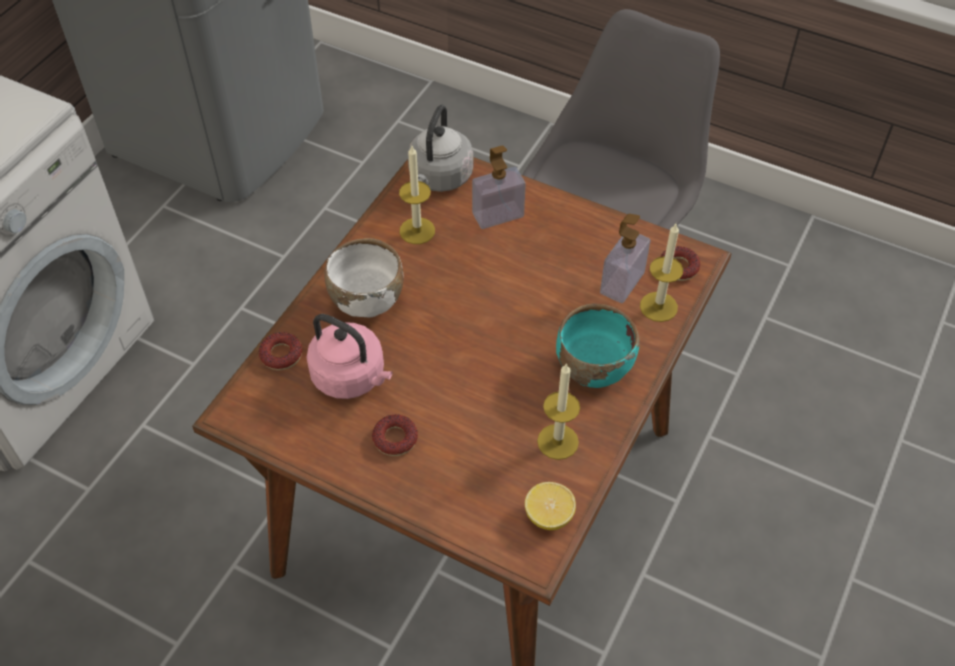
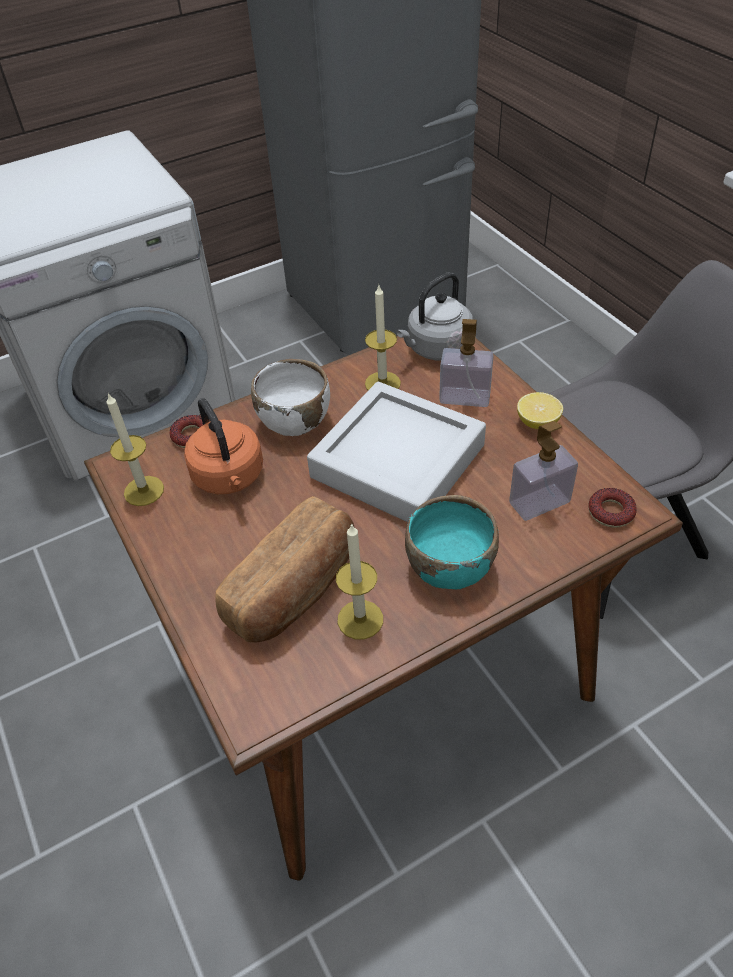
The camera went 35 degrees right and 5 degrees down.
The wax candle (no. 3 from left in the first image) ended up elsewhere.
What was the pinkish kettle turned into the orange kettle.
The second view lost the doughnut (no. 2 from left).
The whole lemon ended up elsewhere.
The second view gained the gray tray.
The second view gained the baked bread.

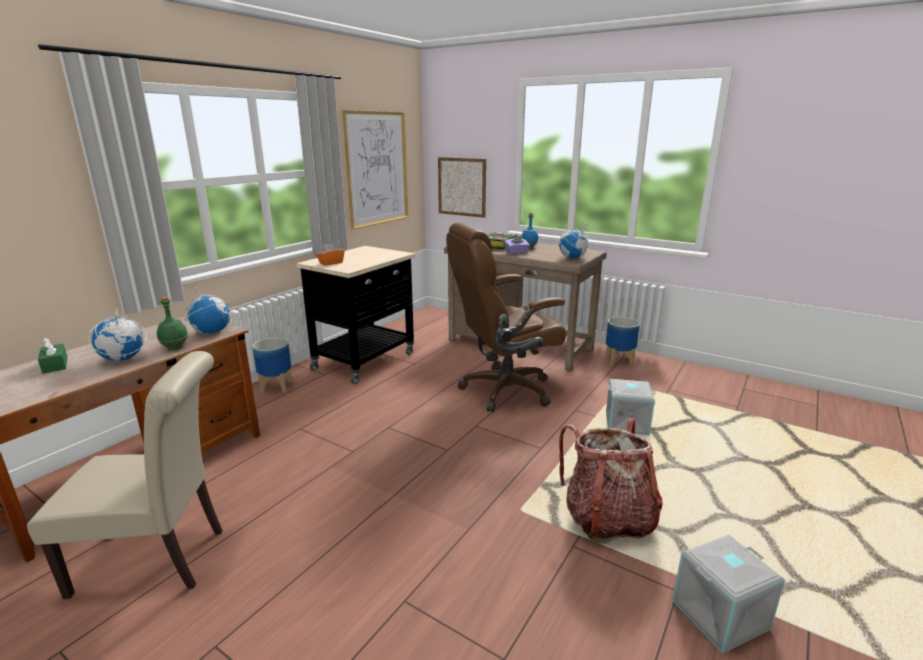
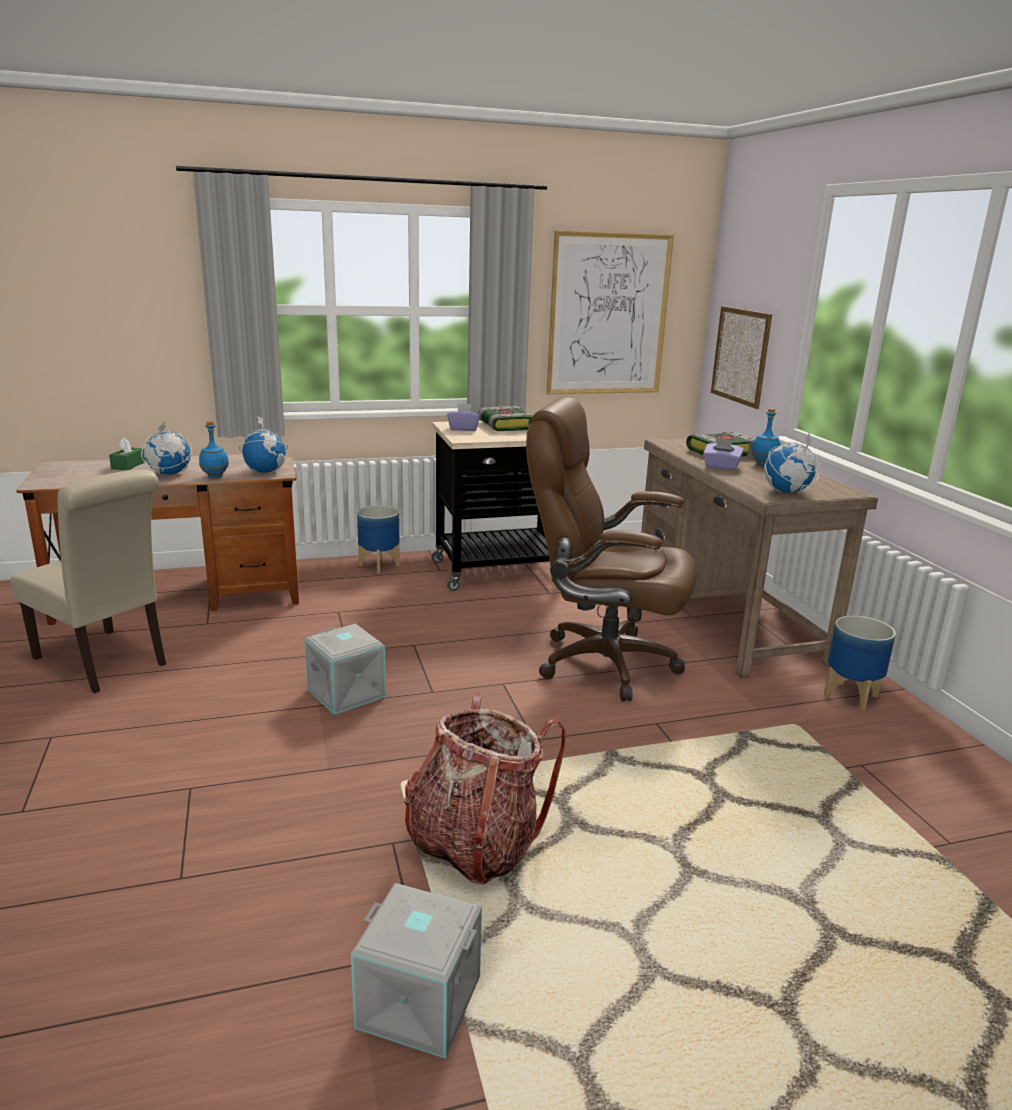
The camera went 40 degrees right and 0 degrees up.
What was the orange tissue holder turned into the purplish tissue holder (no. 1 from left).
What was the greenish bottle turned into the blue bottle (no. 1 from left).
The gray storage bin (no. 1 from left) ended up elsewhere.
The second view gained the volume (no. 1 from left).

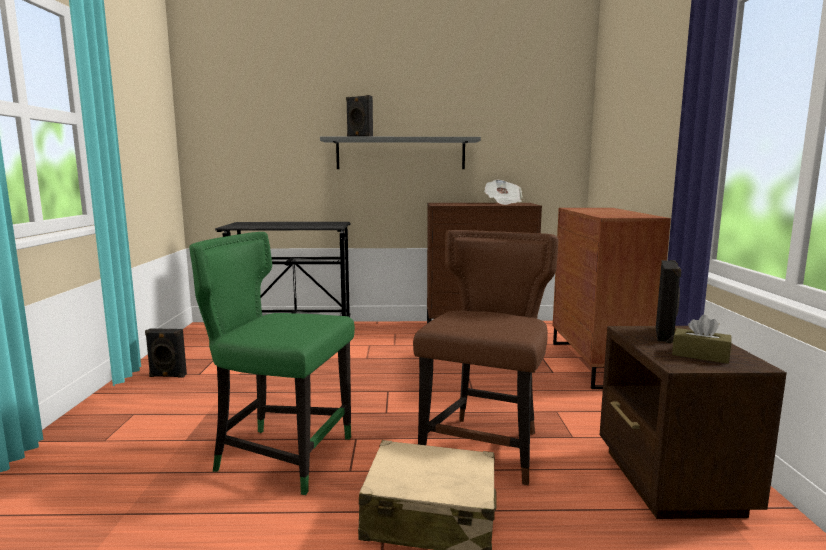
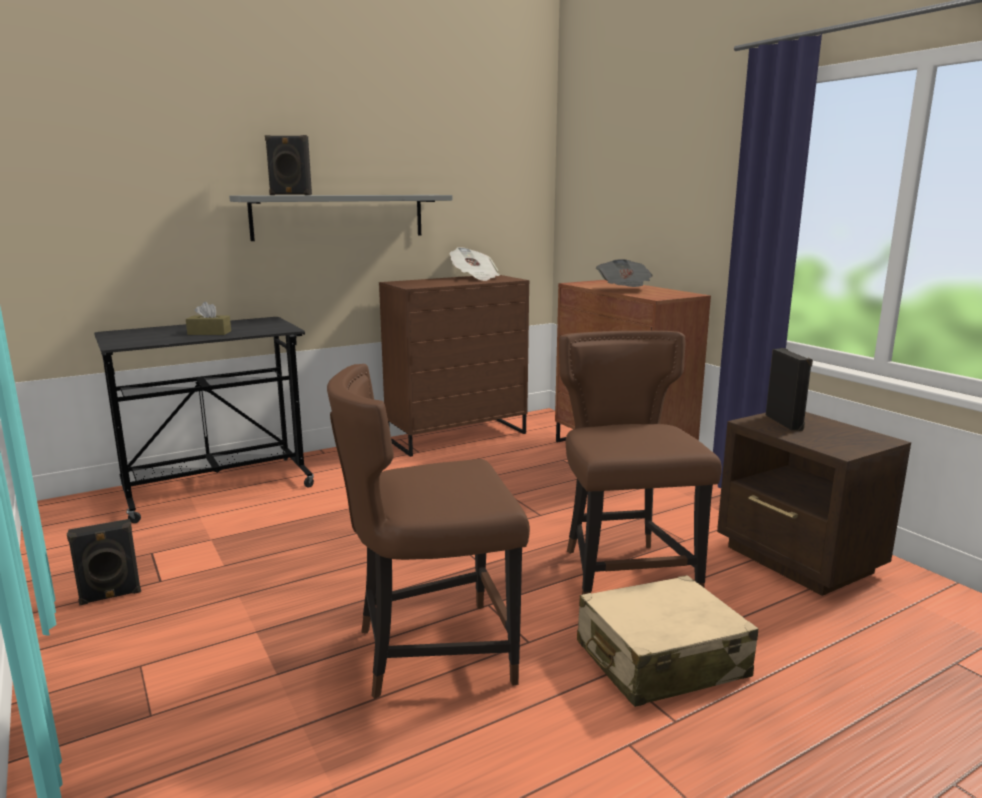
The camera went 30 degrees left and 5 degrees up.
What was the greenish upright chair turned into the brownish upright chair (no. 1 from left).
The brownish tissue holder ended up elsewhere.
The second view gained the daily paper (no. 2 from left).

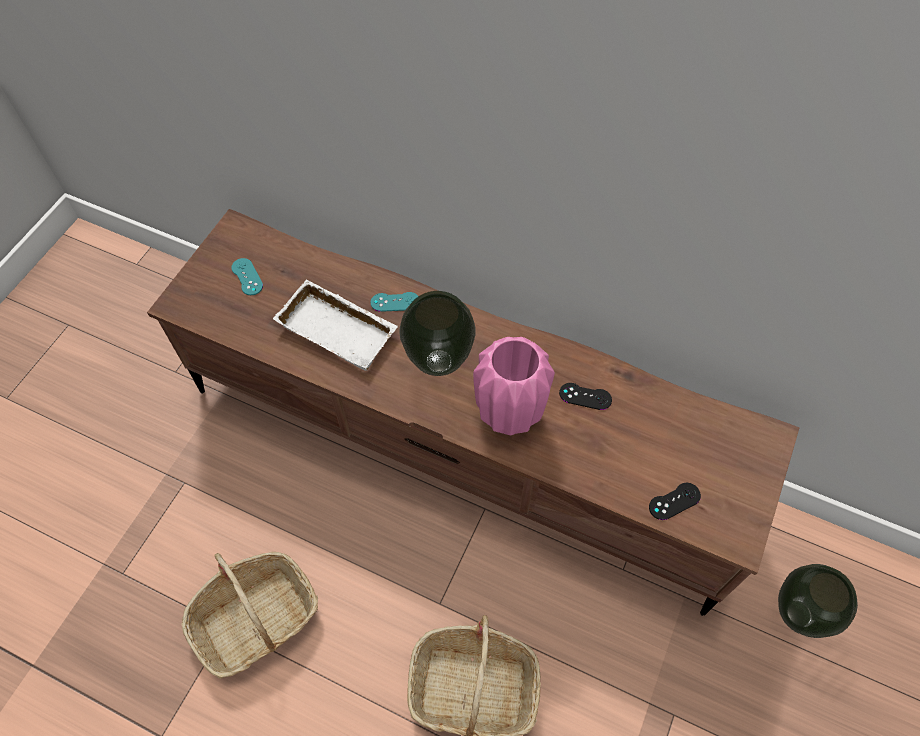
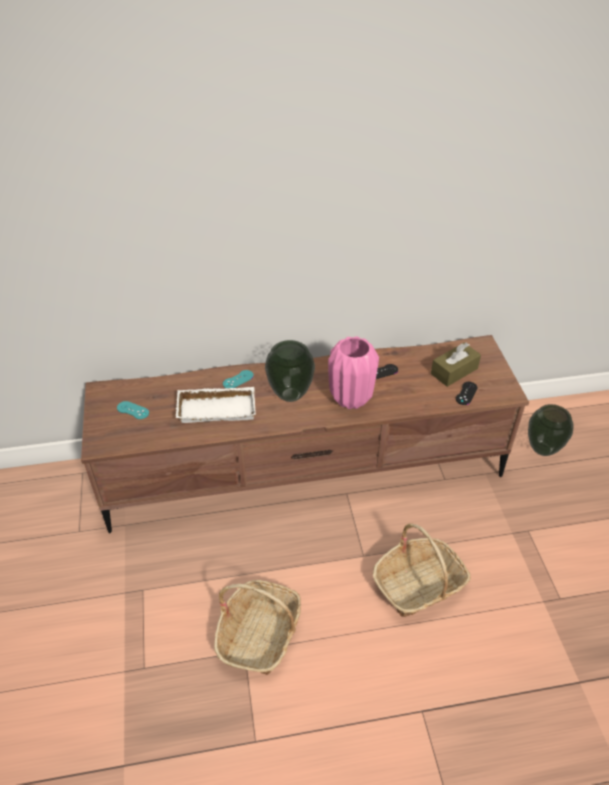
The camera went 35 degrees left and 15 degrees down.
The second view gained the brownish tissue holder.

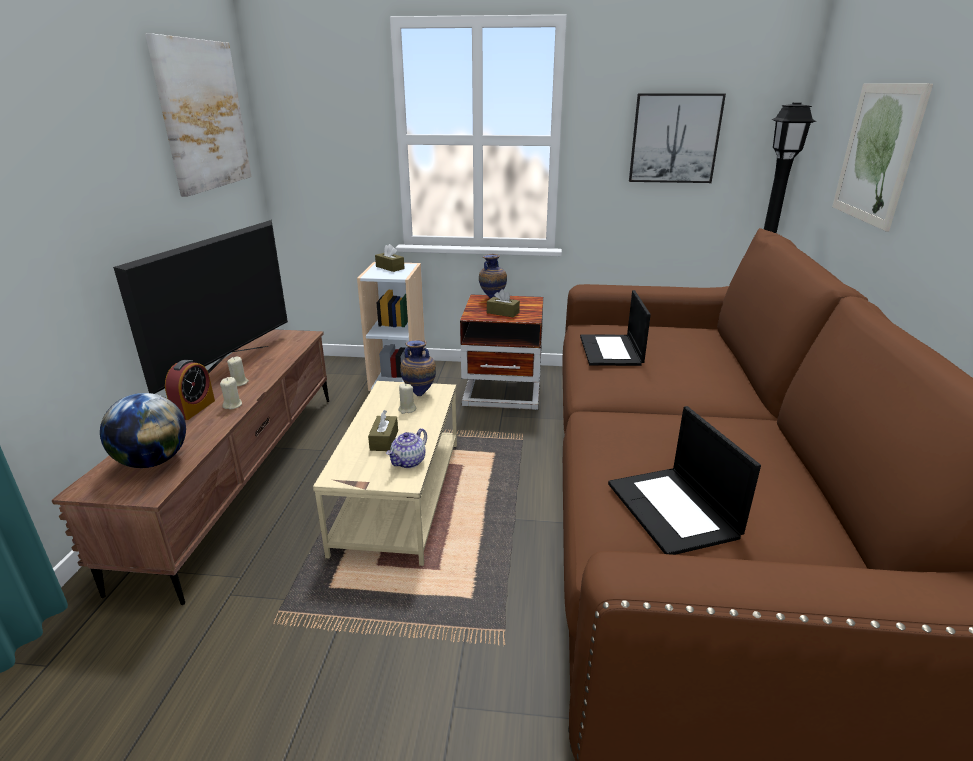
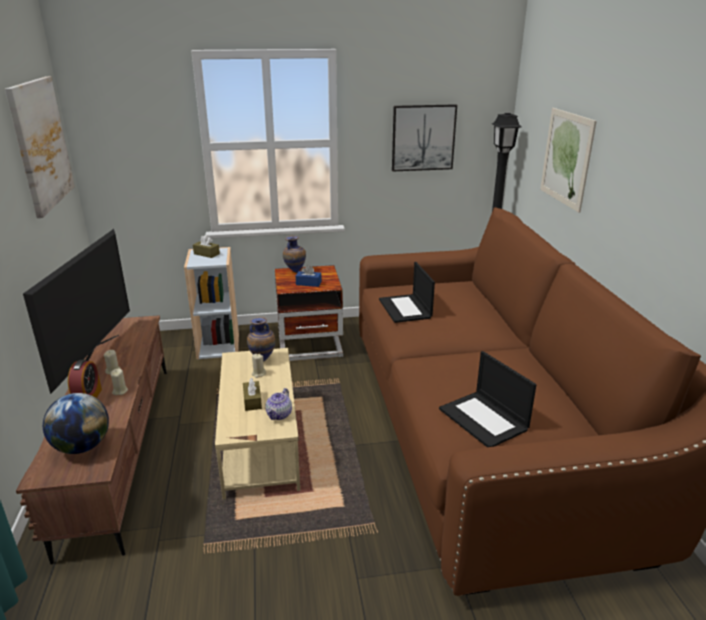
The camera went 15 degrees left and 0 degrees up.
What was the brownish tissue holder (no. 3 from left) turned into the blue tissue holder.

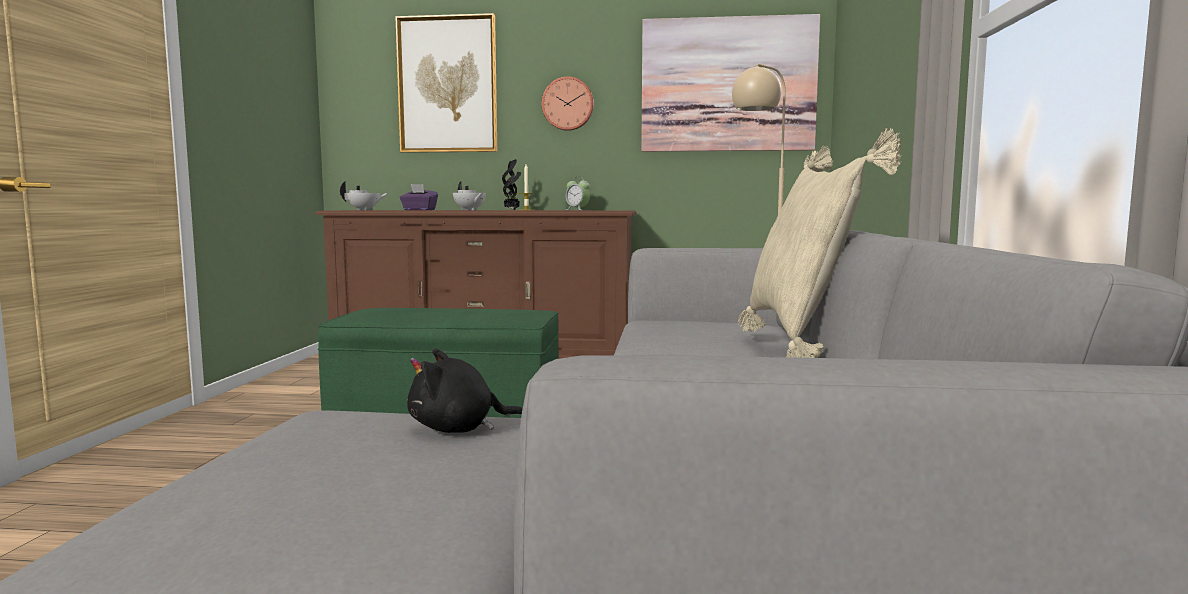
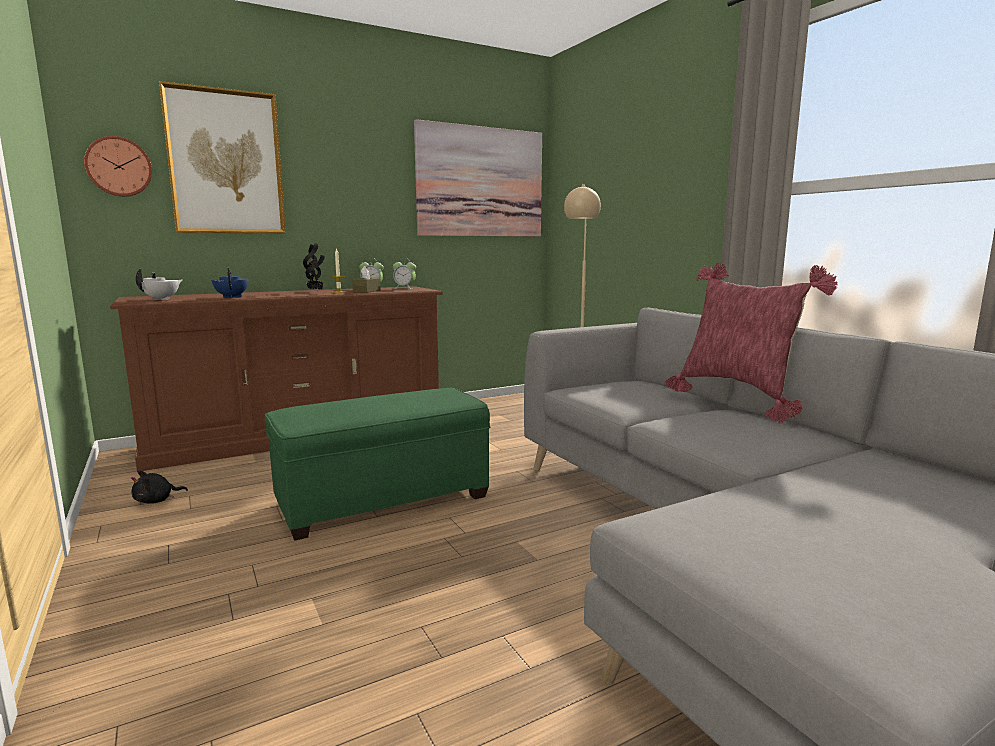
The camera went 35 degrees left and 5 degrees up.
The wall clock ended up elsewhere.
What was the beige pillow turned into the reddish pillow.
The second view lost the whitish tea pot (no. 2 from left).
Where the purplish tissue holder stood, the blue tea pot came to stand.
The blackish plush toy ended up elsewhere.
The second view gained the bedside clock (no. 2 from left).
The second view gained the brownish tissue holder.

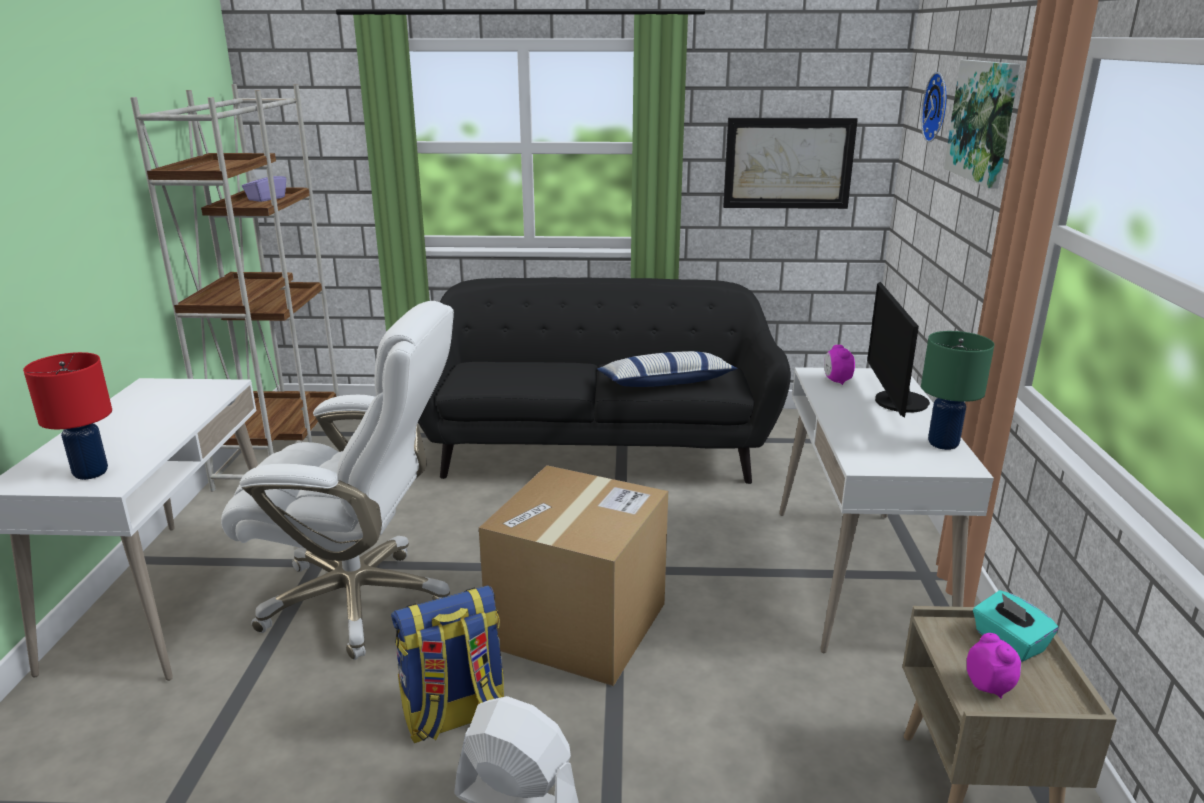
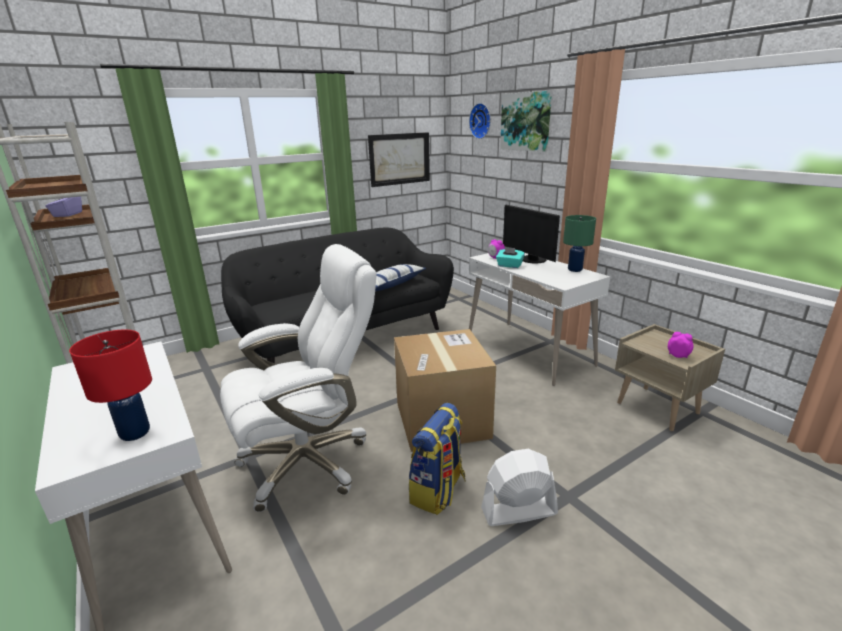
The camera went 35 degrees left and 0 degrees up.
The turquoise tissue holder ended up elsewhere.

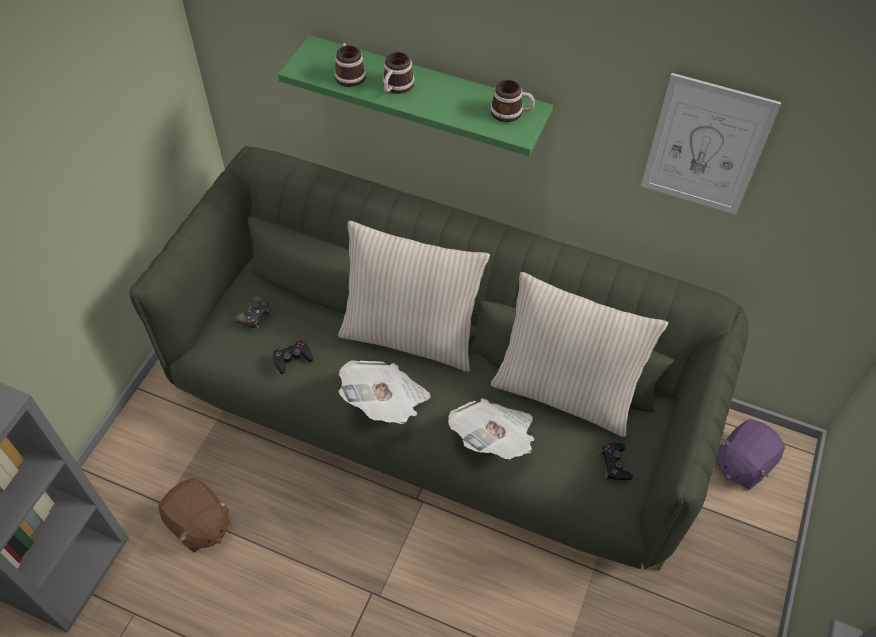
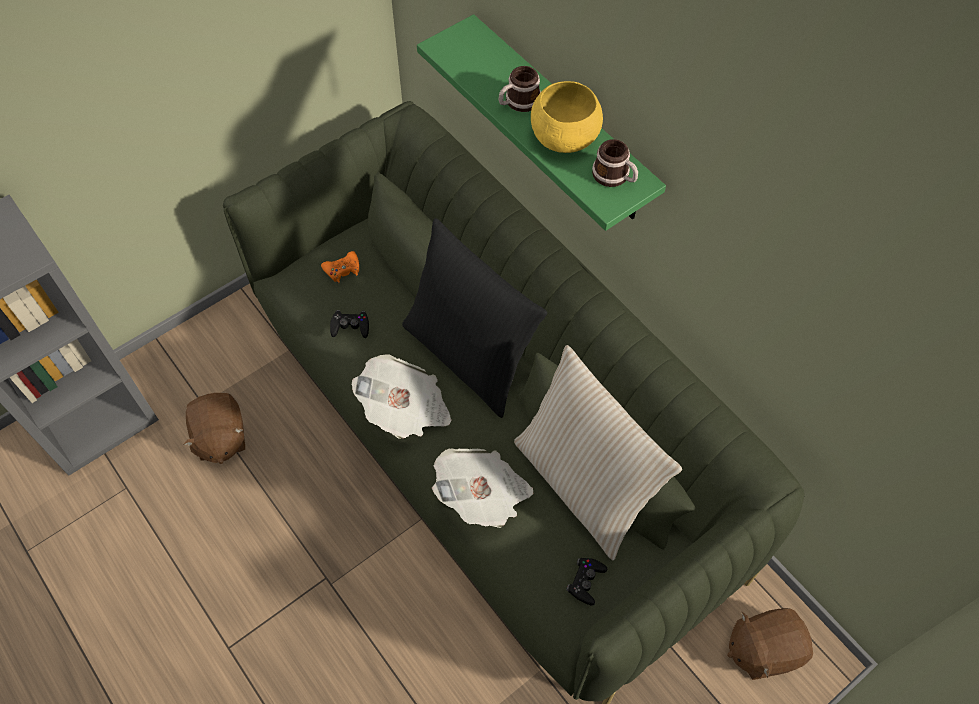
The camera went 30 degrees right and 5 degrees up.
The second view lost the tea mug (no. 1 from left).
The second view lost the wall picture.
What was the beige pillow (no. 1 from left) turned into the blackish pillow.
What was the blackish gamepad (no. 1 from left) turned into the orange gamepad.
What was the purplish plush toy turned into the brownish plush toy (no. 2 from left).
The second view gained the yellowish serving bowl.

